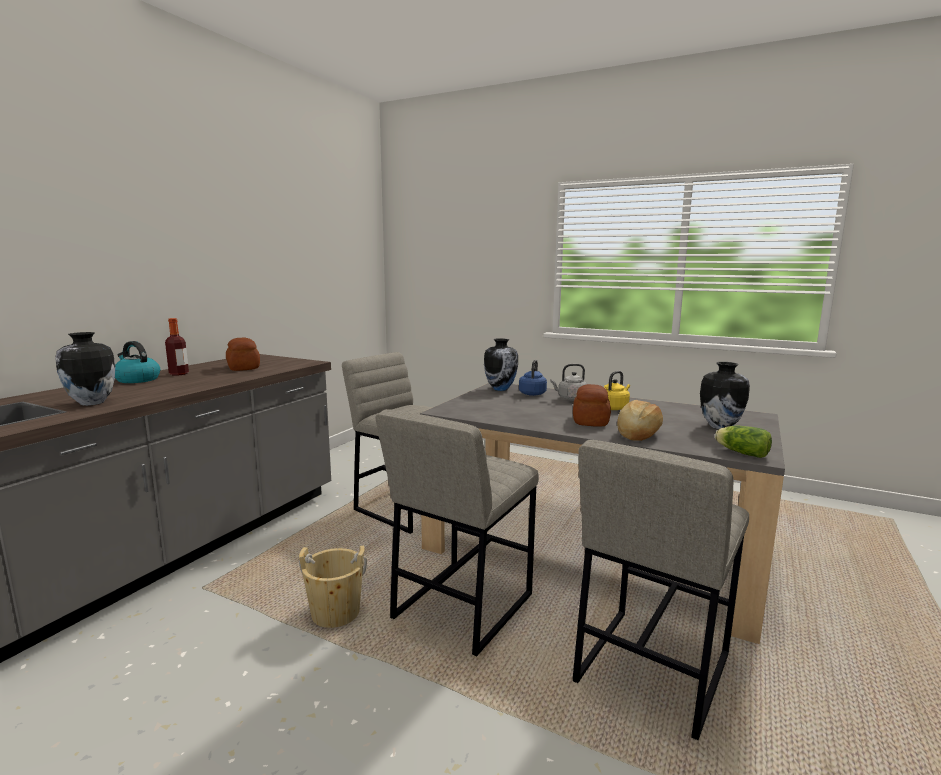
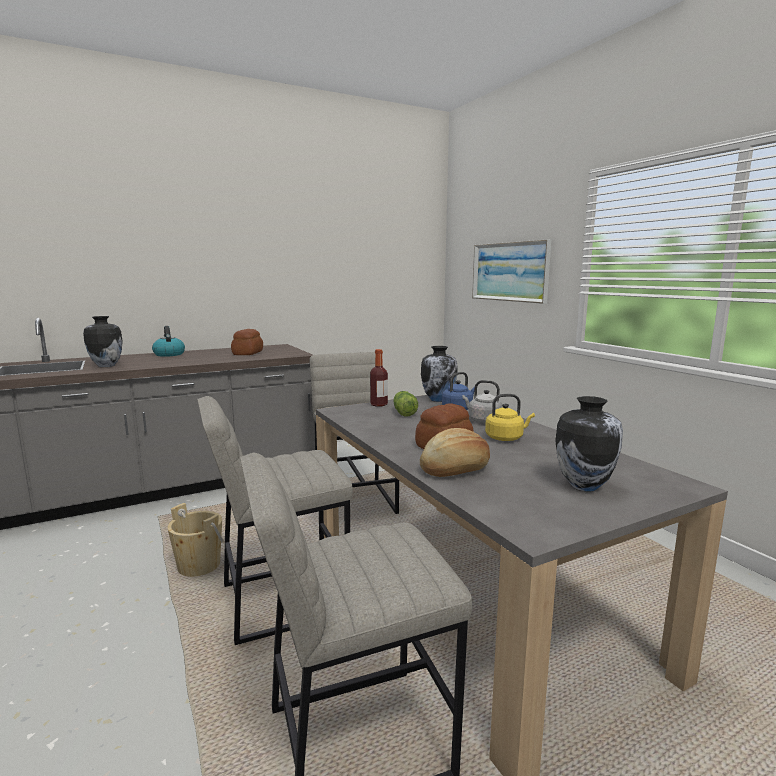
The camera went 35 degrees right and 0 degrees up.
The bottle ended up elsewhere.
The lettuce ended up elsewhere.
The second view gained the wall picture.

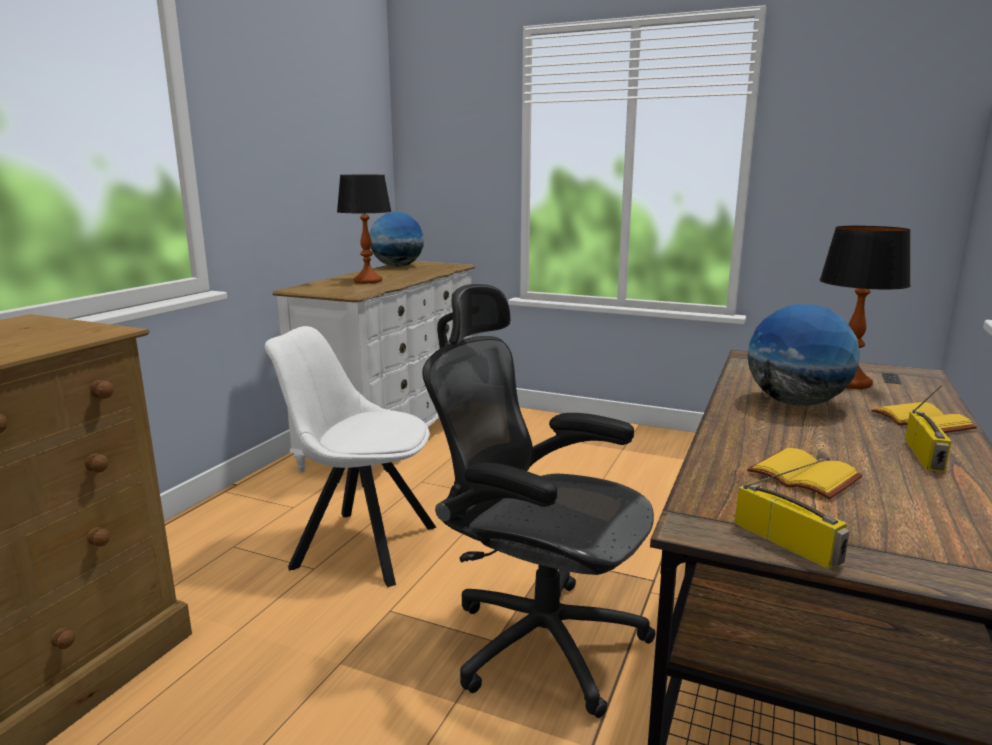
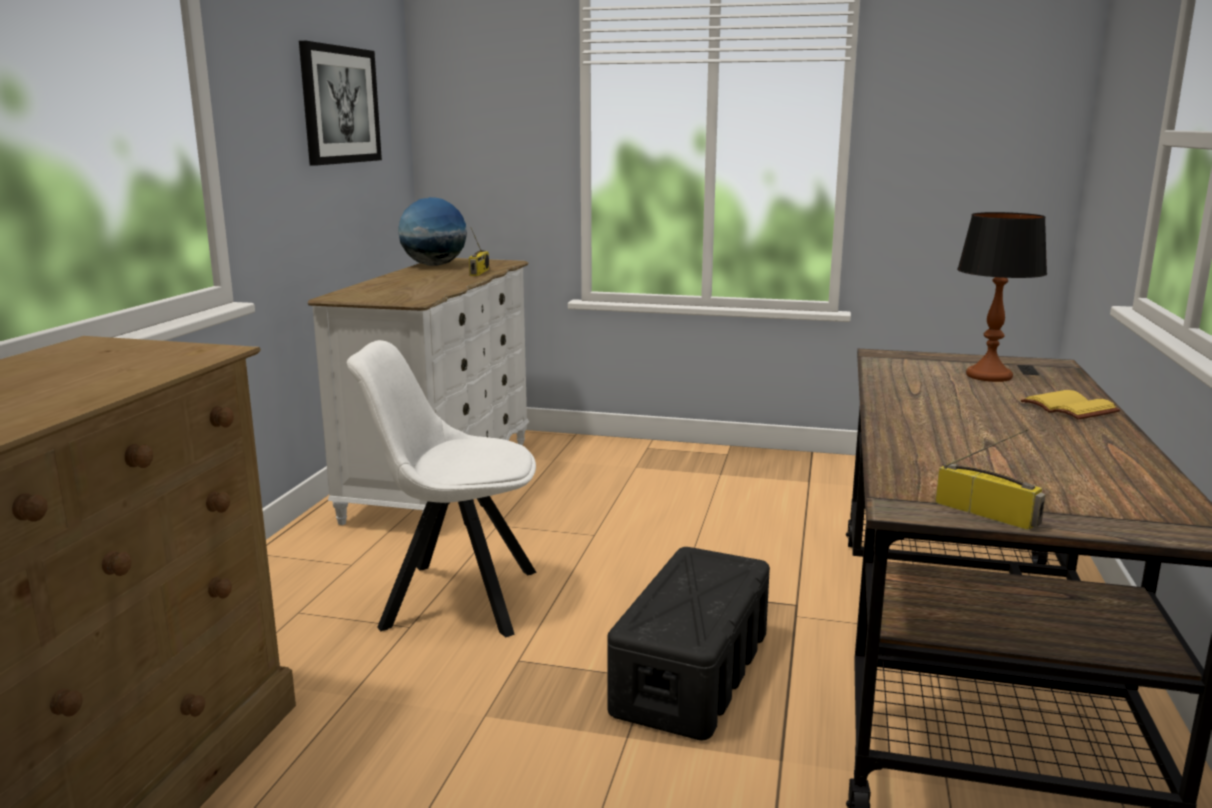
The camera went 10 degrees left and 0 degrees up.
The second view lost the lamp for a table (no. 1 from left).
Where the desk chair stood, the blackish storage bin came to stand.
The second view lost the world globe (no. 2 from left).
The radio receiver (no. 2 from left in the first image) ended up elsewhere.
The second view lost the yellowish volume (no. 1 from left).
The second view gained the wall picture.

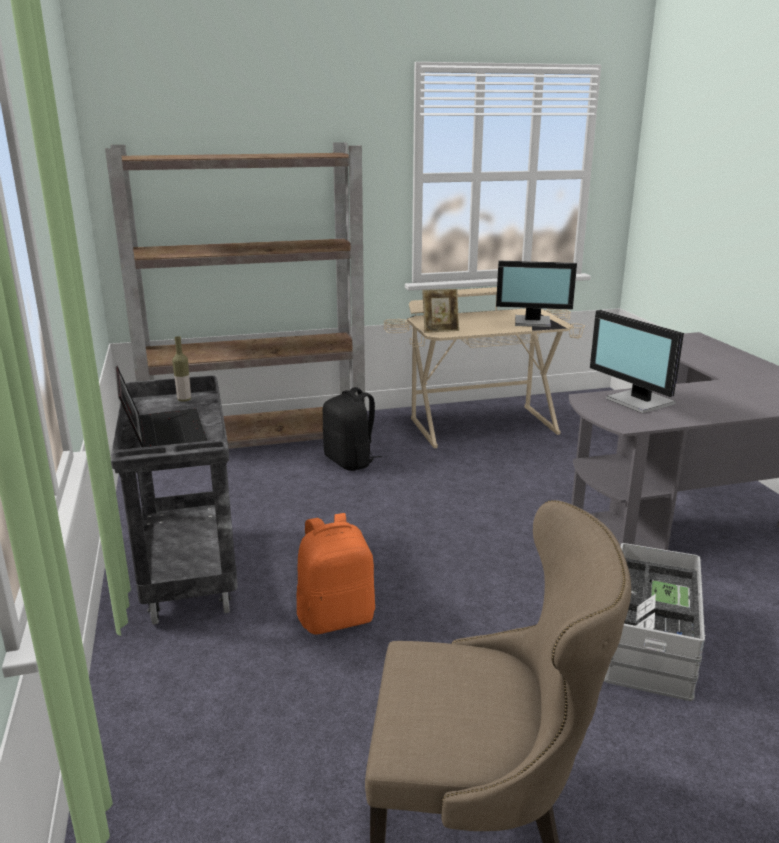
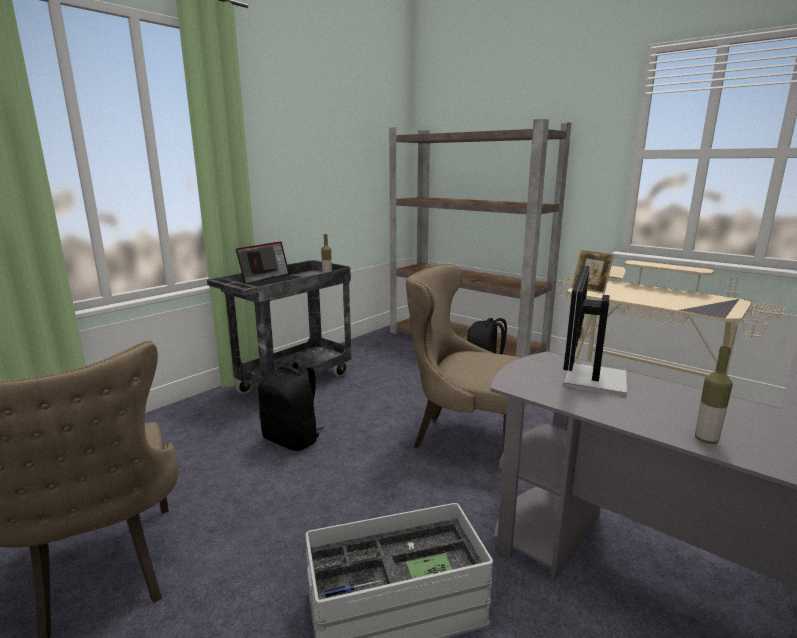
The camera went 55 degrees right and 5 degrees down.
The second view lost the monitor (no. 1 from left).
What was the orange rucksack turned into the blackish rucksack (no. 1 from left).
The second view gained the beige upright chair (no. 2 from left).
The second view gained the bottle (no. 2 from left).

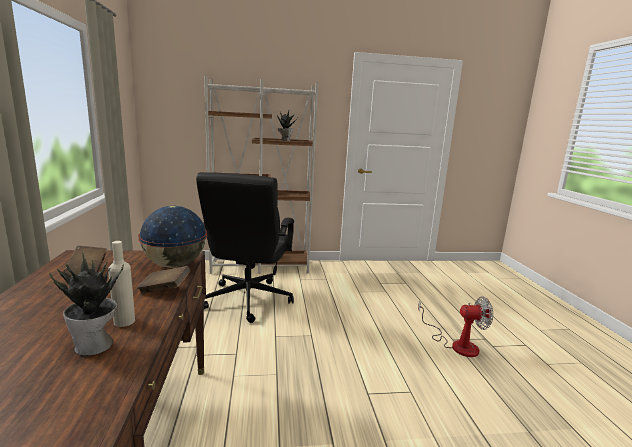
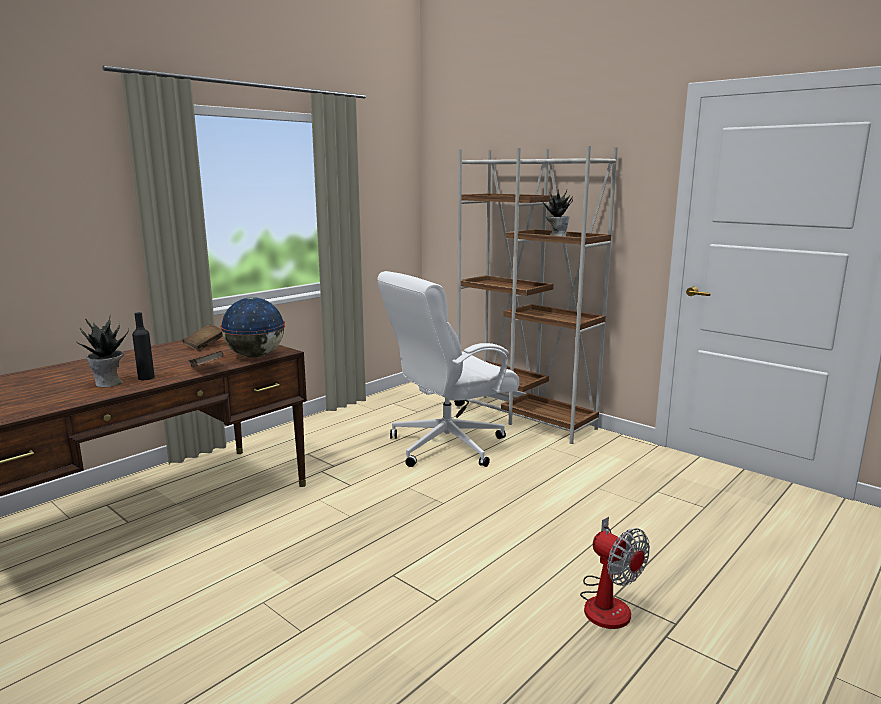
The camera went 50 degrees right and 0 degrees up.
What was the blackish desk chair turned into the whitish desk chair.
What was the beige bottle turned into the blackish bottle.

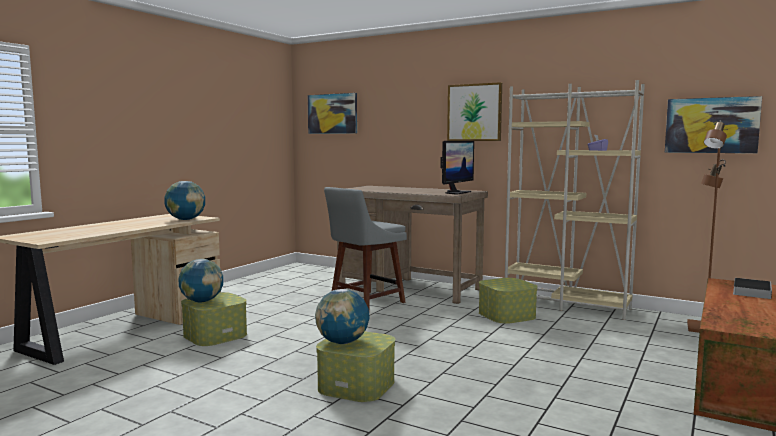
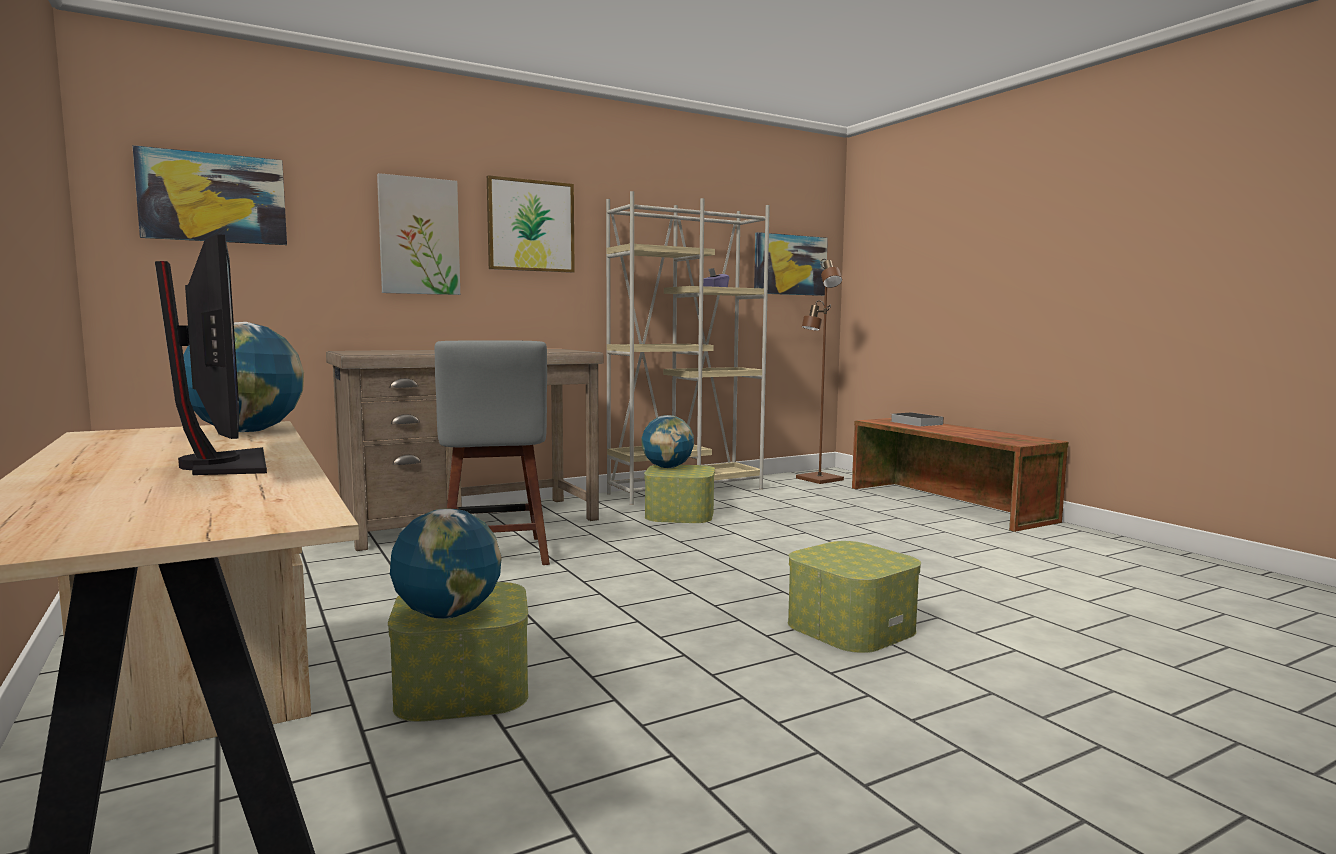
The camera went 60 degrees left and 0 degrees up.
The monitor ended up elsewhere.
The world globe (no. 3 from left) ended up elsewhere.
The second view gained the wall picture (no. 2 from left).

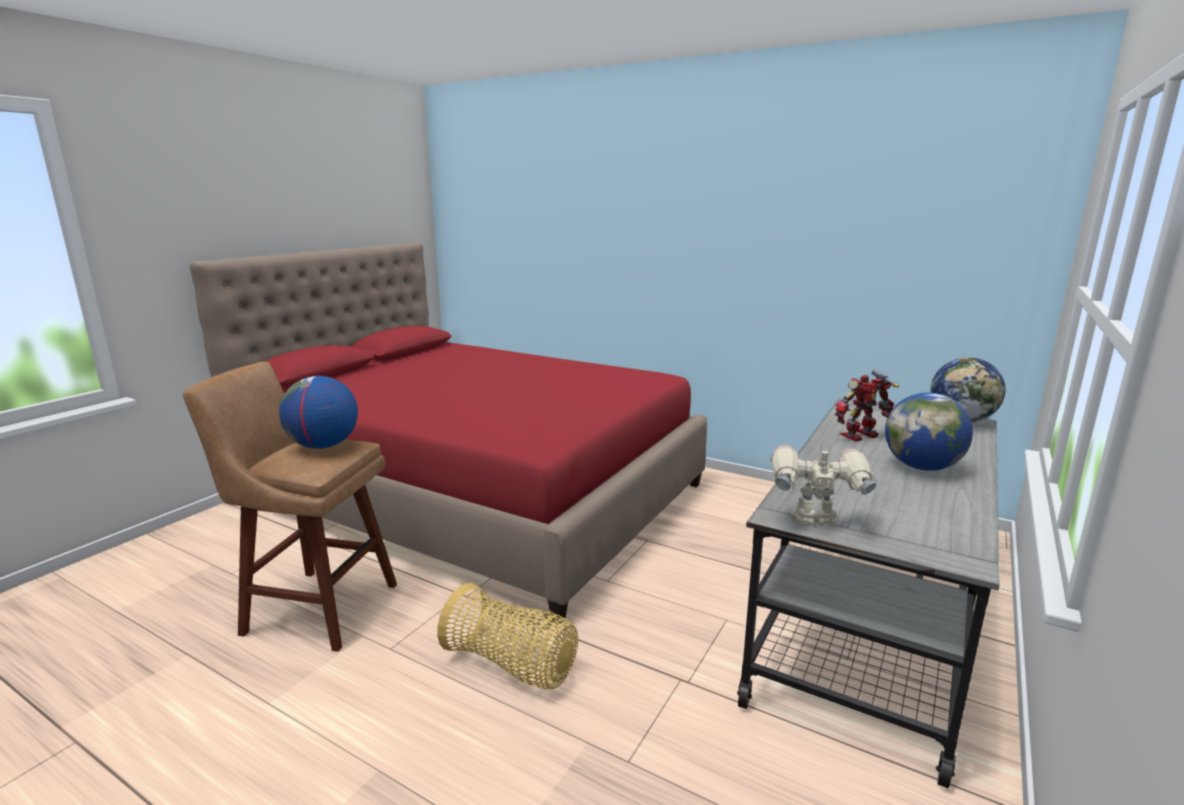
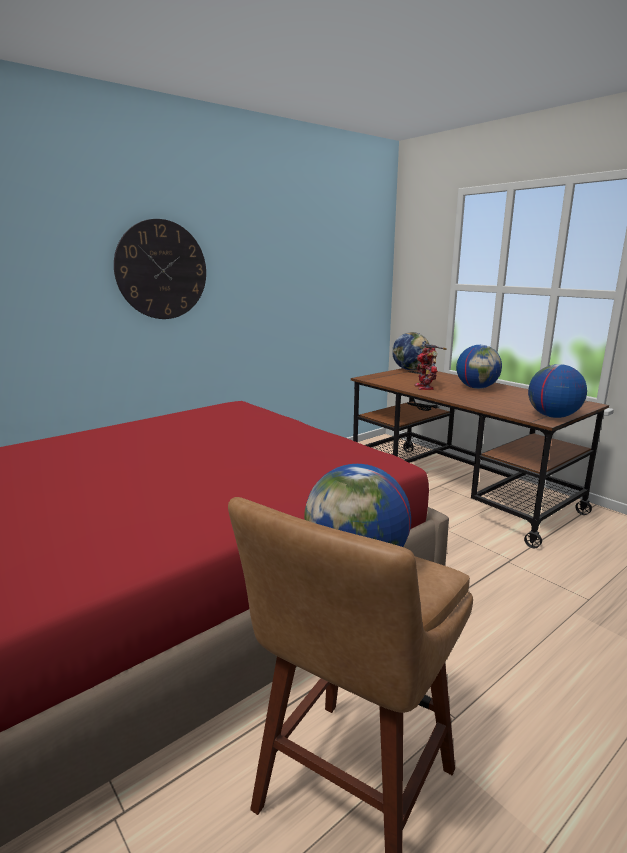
The camera went 70 degrees left and 0 degrees up.
What was the gray desk turned into the brownish desk.
Where the robot figure (no. 1 from left) stood, the world globe (no. 4 from left) came to stand.
The second view lost the household basket.
The second view gained the wall clock.

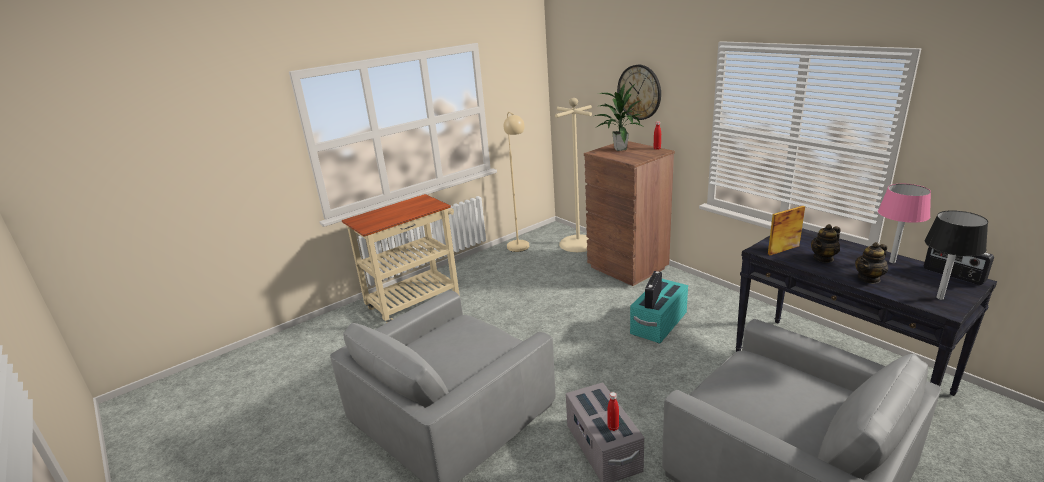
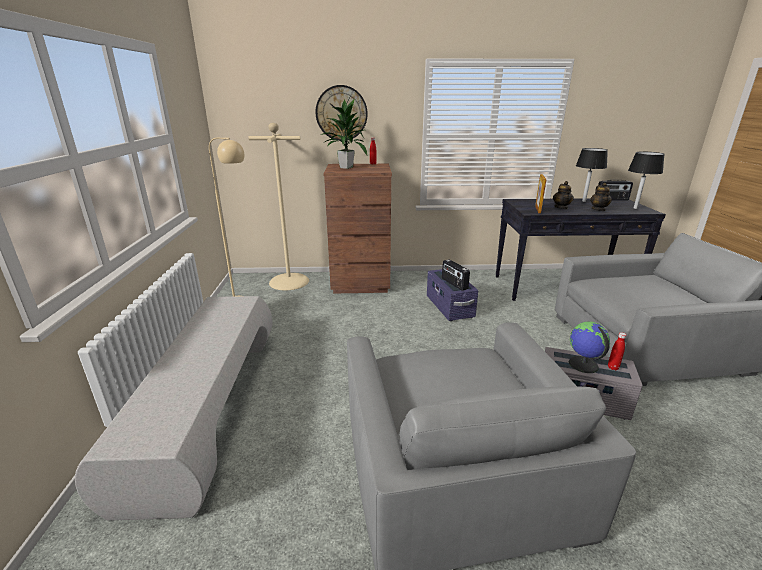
The camera went 55 degrees left and 0 degrees up.
What was the pinkish lamp for a table turned into the blackish lamp for a table (no. 1 from left).
Where the beige cart stood, the gray bench came to stand.
What was the turquoise storage bin turned into the purplish storage bin.
The second view gained the world globe.

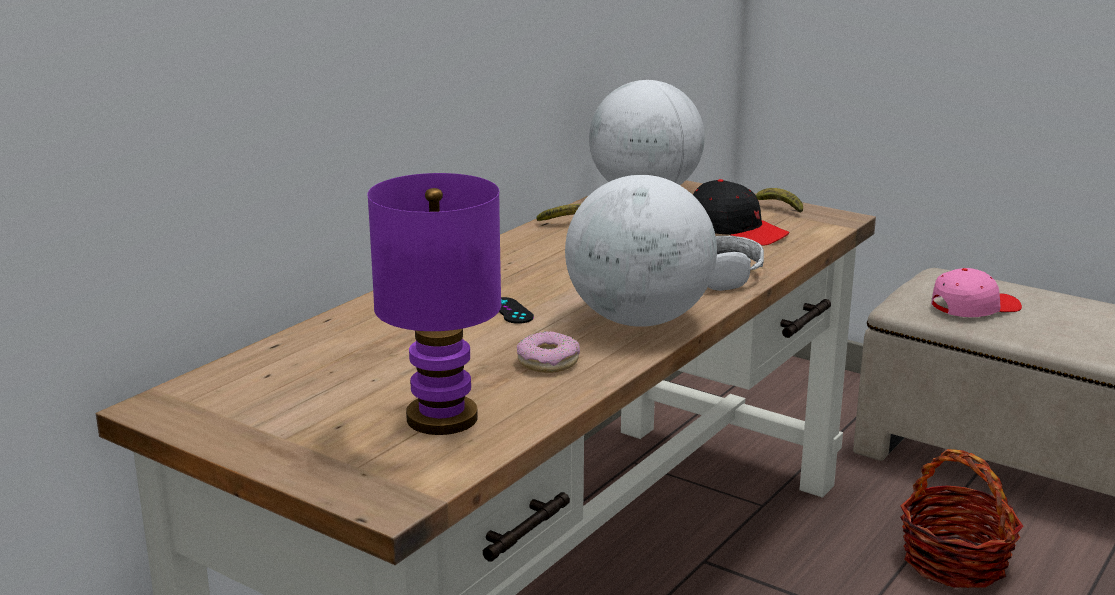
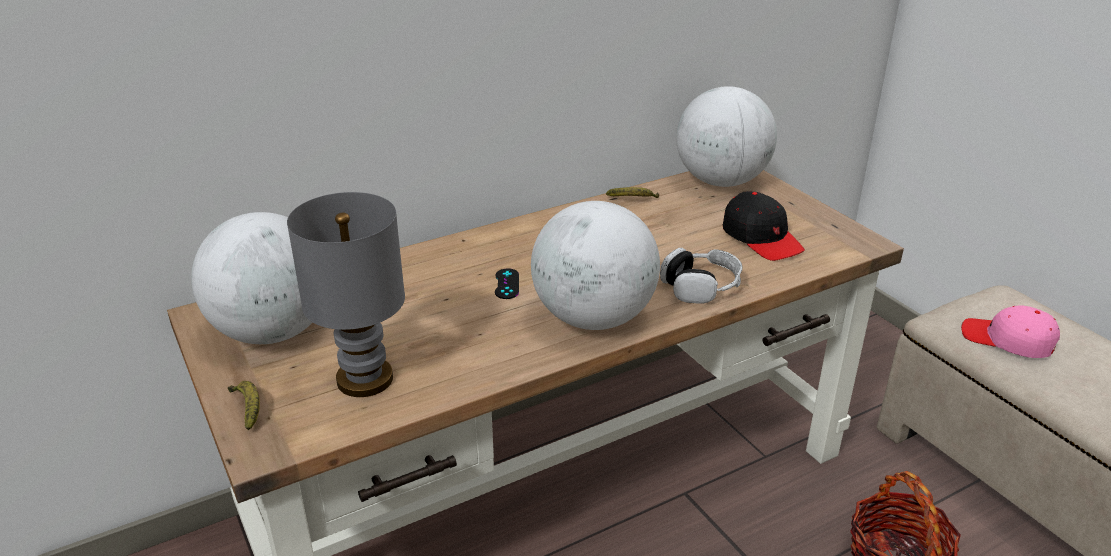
The camera went 25 degrees right and 10 degrees up.
What was the purplish lamp for a table turned into the gray lamp for a table.
The banana fruit (no. 2 from left in the first image) ended up elsewhere.
The pinkish peaked cap ended up facing another way, 150 degrees counterclockwise from before.
The second view lost the doughnut.
The second view gained the world globe (no. 1 from left).

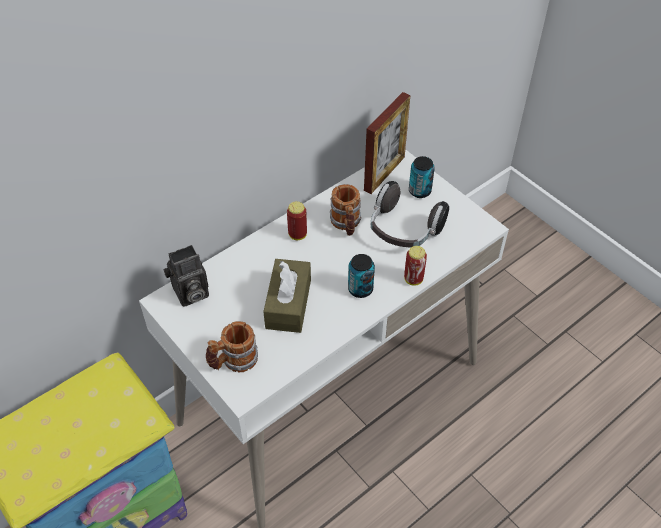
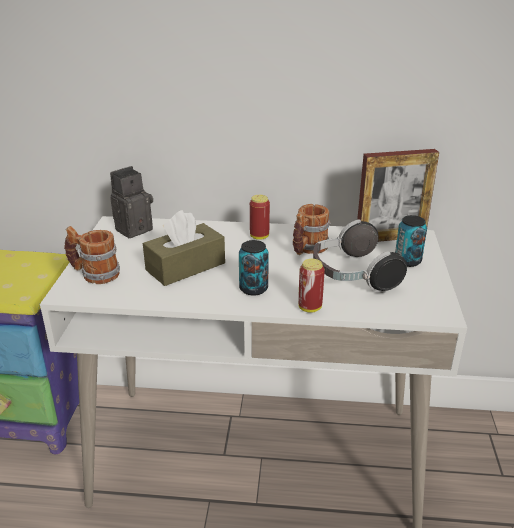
The camera went 45 degrees right and 20 degrees down.
The still camera ended up facing another way, 120 degrees clockwise from before.

